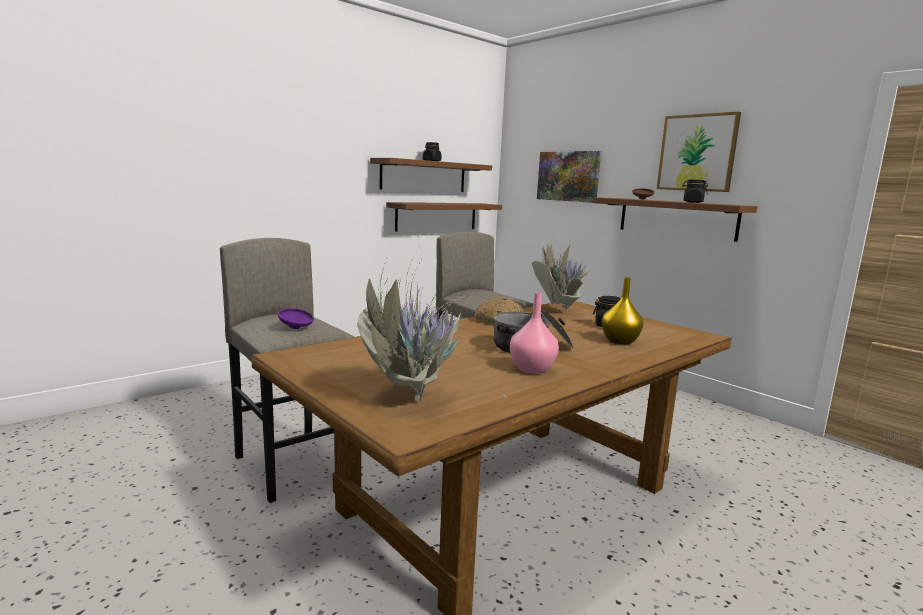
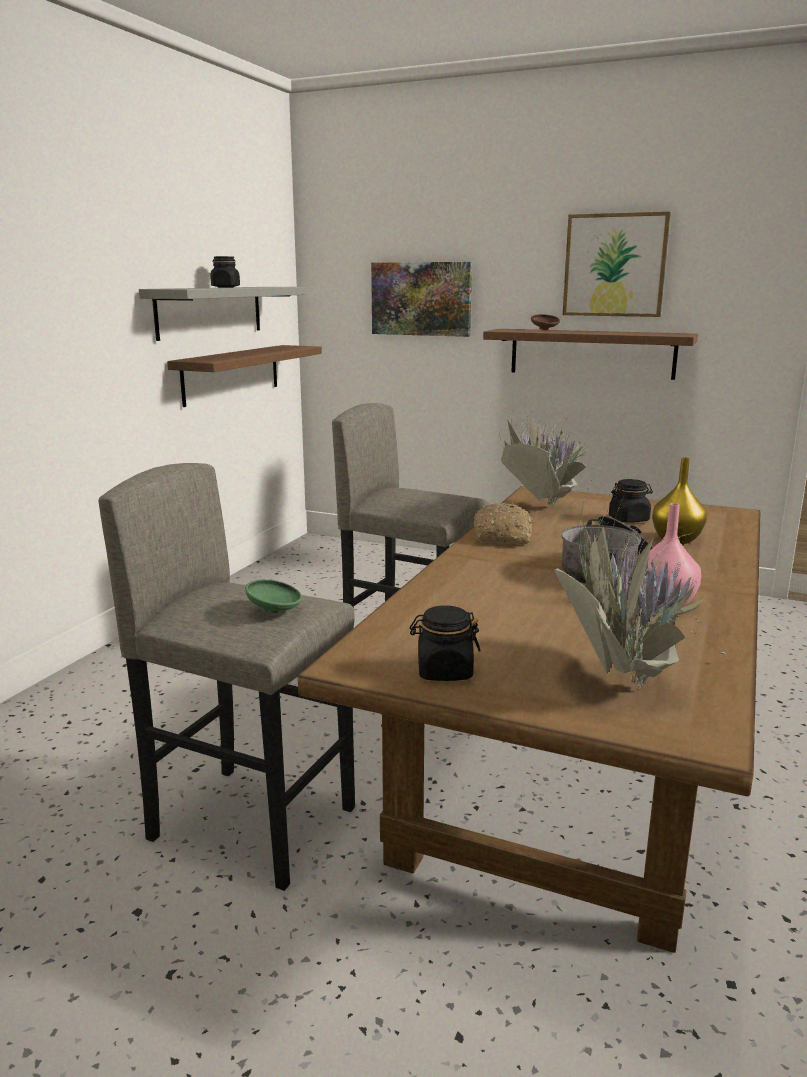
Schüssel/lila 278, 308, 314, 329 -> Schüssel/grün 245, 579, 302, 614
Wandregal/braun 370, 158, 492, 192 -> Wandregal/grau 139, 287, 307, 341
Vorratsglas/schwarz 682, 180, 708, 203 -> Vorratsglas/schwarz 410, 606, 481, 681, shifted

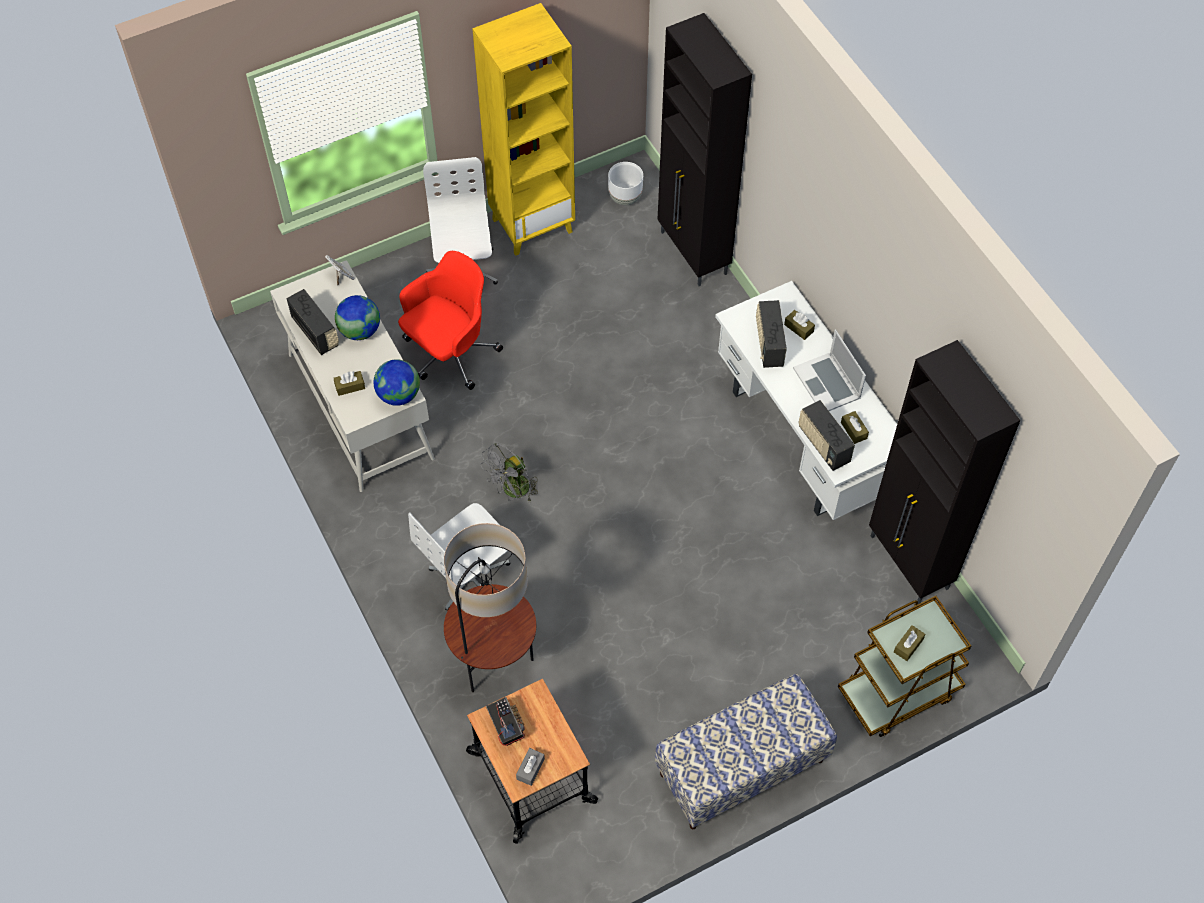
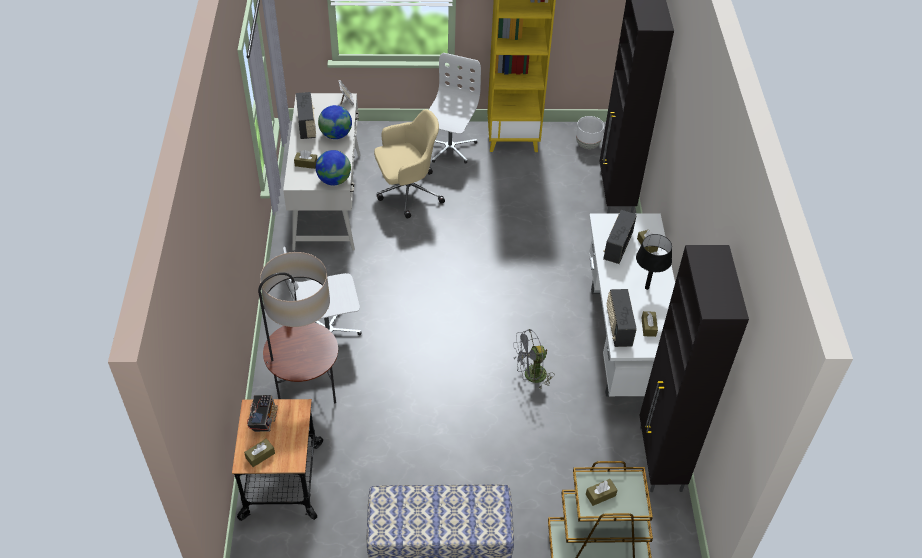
Bürostuhl/rot 398, 251, 503, 390 -> Bürostuhl/beige 374, 109, 445, 218
Ventilator/grau 480, 443, 538, 503 -> Ventilator/grau 513, 329, 554, 390, shifted
Taschentuchbox/grau 516, 748, 545, 786 -> Taschentuchbox/braun 244, 438, 275, 467
Laptop 793, 330, 866, 411 -> Tischlampe/schwarz 636, 234, 672, 290

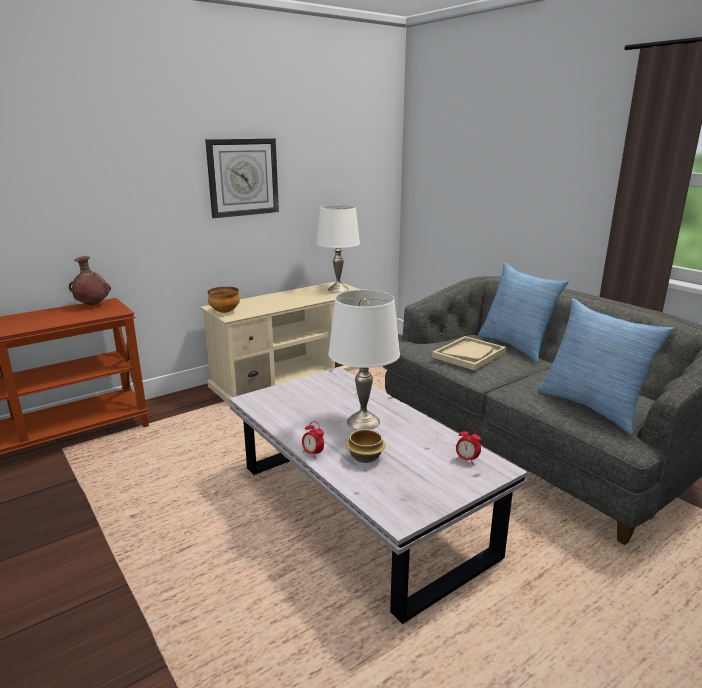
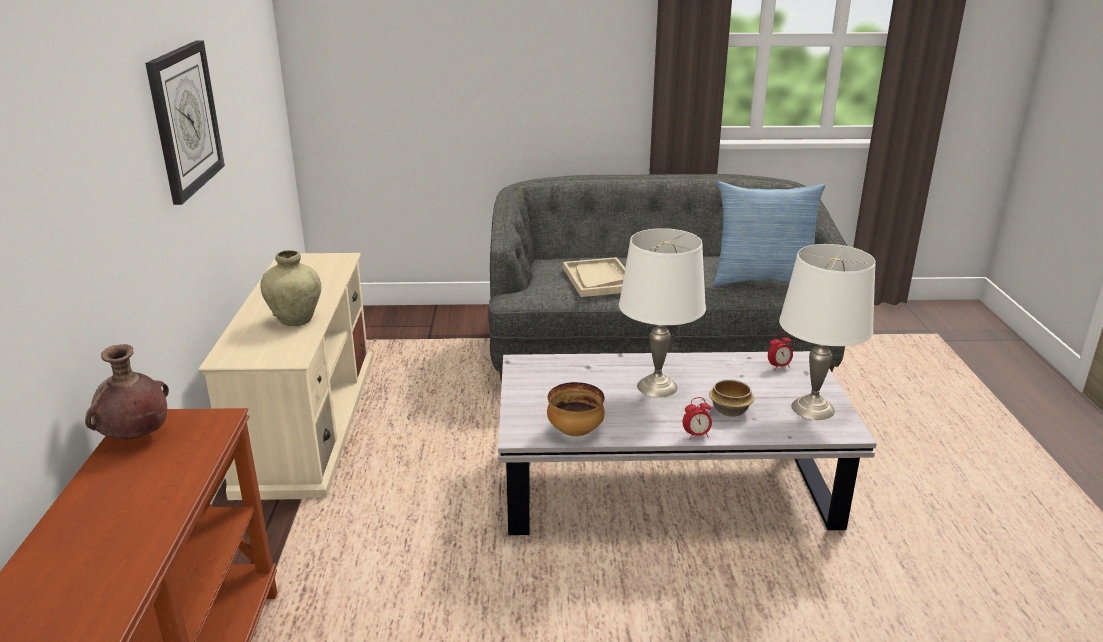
Schüssel 208, 287, 240, 313 -> Schüssel 547, 382, 605, 436, shifted
Tischlampe/weiß 316, 205, 360, 292 -> Tischlampe/weiß 779, 244, 876, 420, shifted
Kissen 478, 263, 569, 363 -> none
none -> Vase/beige 260, 250, 321, 326

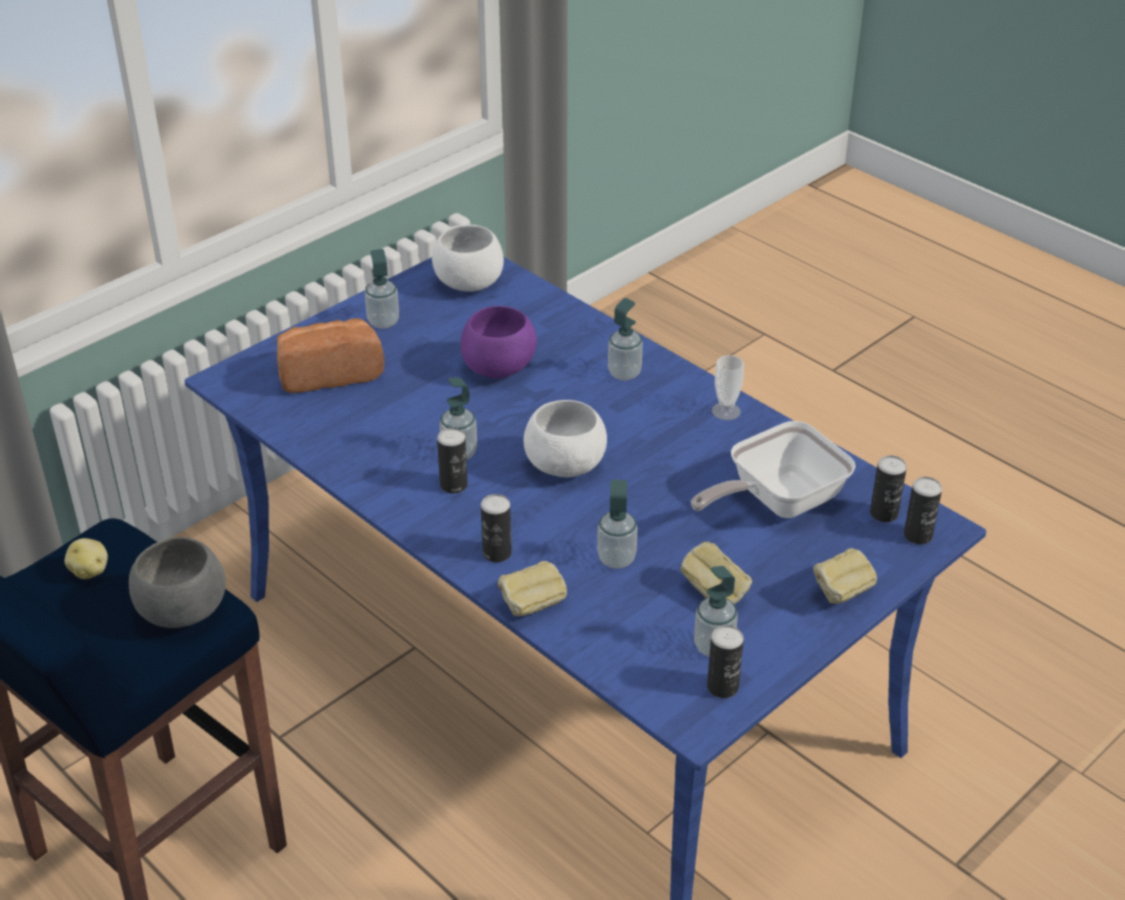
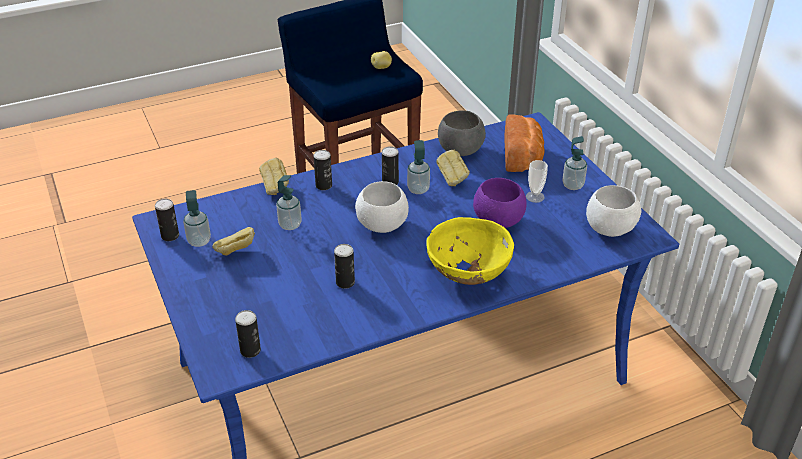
Schüssel/grau 129, 537, 226, 628 -> Schüssel/grau 438, 111, 486, 156, shifted
Seifenspender 608, 298, 643, 380 -> Schüssel/gelb 426, 217, 514, 285
Pfanne 691, 421, 856, 518 -> none
Tasse 712, 355, 744, 420 -> Tasse 526, 160, 548, 203, shifted
Brot 813, 548, 877, 604 -> Brot 436, 149, 470, 186, shifted
Dose 904, 477, 942, 545 -> Dose 334, 244, 355, 289, shifted

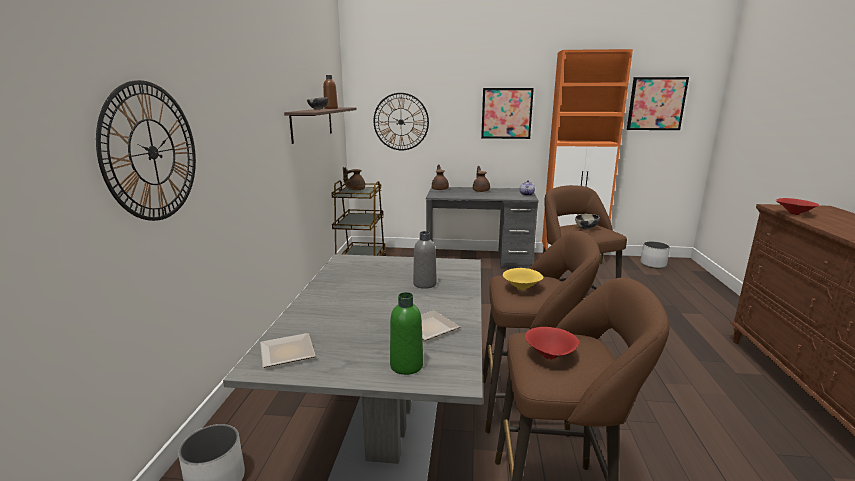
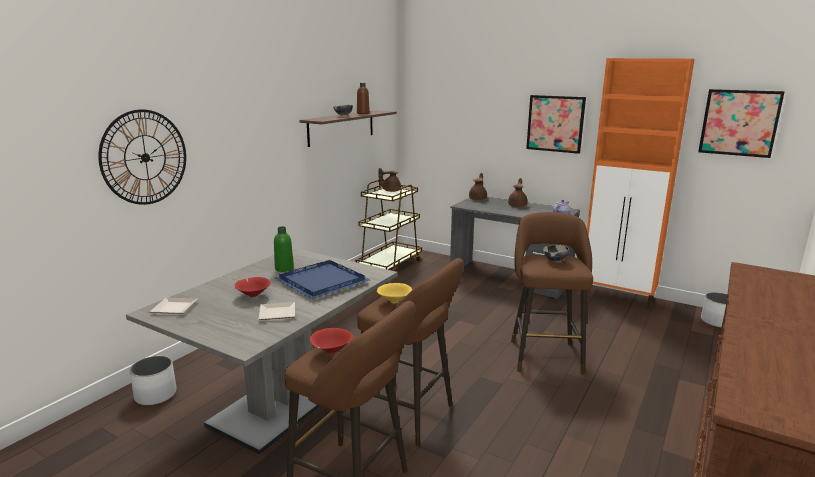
Wanduhr 373, 93, 429, 151 -> none
Flasche/grün 390, 292, 423, 375 -> Flasche/grün 274, 226, 294, 272, shifted
Flasche/grau 413, 231, 437, 289 -> Tablett/blau 274, 260, 370, 299
Schüssel/rot 776, 198, 819, 215 -> Schüssel/rot 234, 277, 270, 298, shifted

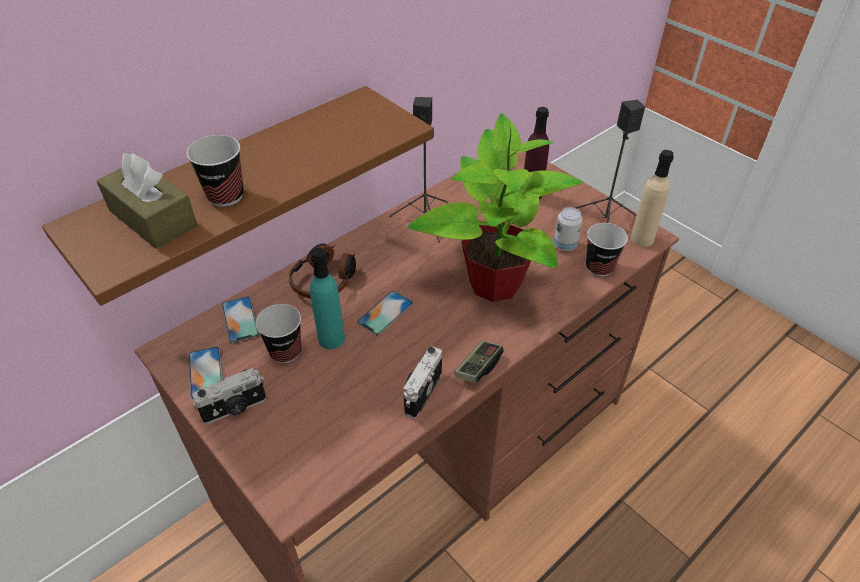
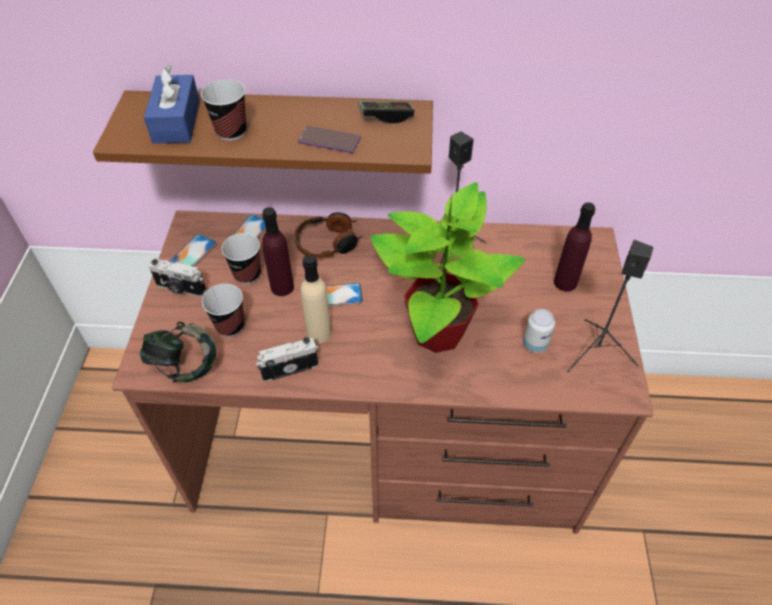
Taschentuchbox/braun 97, 153, 197, 249 -> Taschentuchbox/blau 144, 65, 200, 144
Flasche/türkis 310, 248, 345, 349 -> Flasche/lila 262, 207, 294, 296
Gamepad 455, 341, 504, 383 -> Gamepad 358, 101, 414, 124, shifted
Tasse 586, 223, 628, 277 -> Tasse 202, 284, 244, 337, shifted
Flasche/beige 631, 150, 674, 247 -> Flasche/beige 301, 254, 331, 343, shifted
none -> Kopfhörer 140, 322, 216, 383
none -> Handy 298, 126, 361, 153

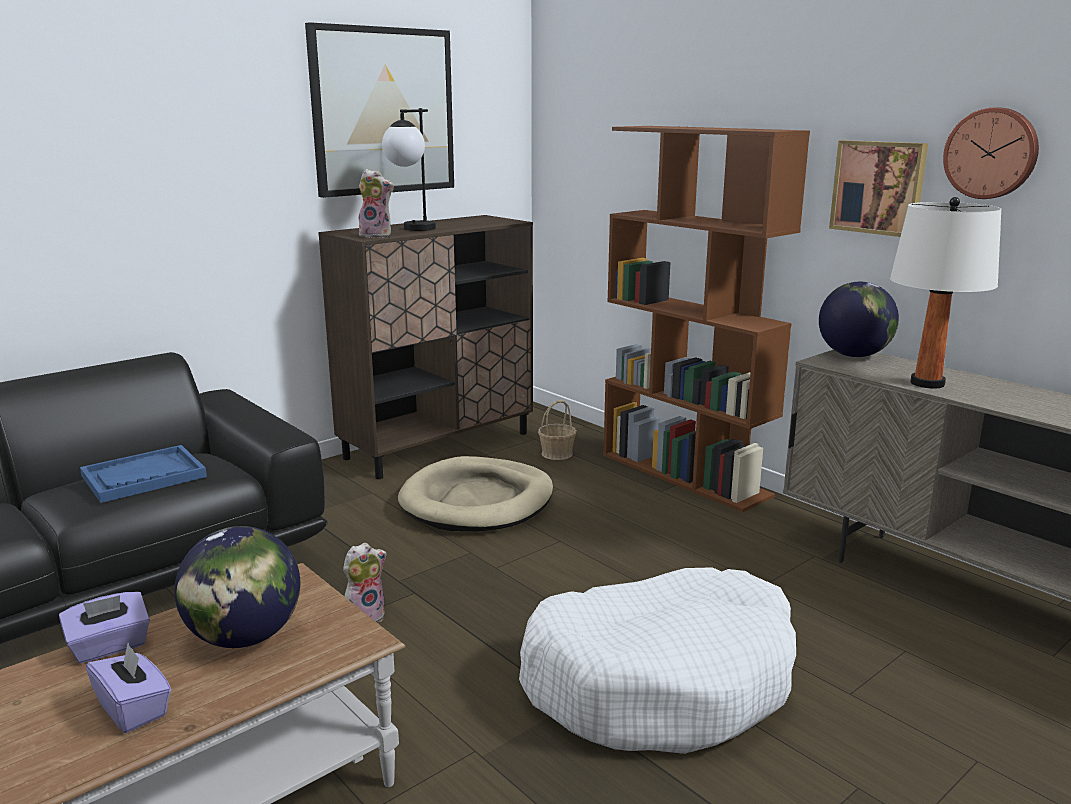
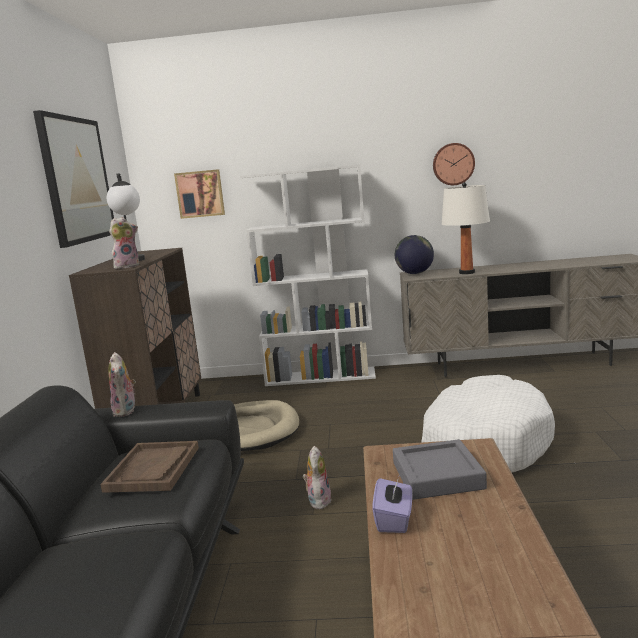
Tablett/blau 80, 445, 207, 503 -> Tablett/braun 100, 441, 199, 493
Taschentuchbox/lila 86, 643, 171, 733 -> none
Globus 174, 526, 300, 648 -> Tablett/grau 393, 439, 487, 500
Korb 538, 400, 577, 460 -> none
Bücherregal/braun 603, 126, 810, 512 -> Bücherregal/weiß 240, 165, 376, 386
Bild 829, 140, 928, 237 -> Bild 174, 169, 225, 219, shifted
none -> Plüschtier 108, 352, 136, 417

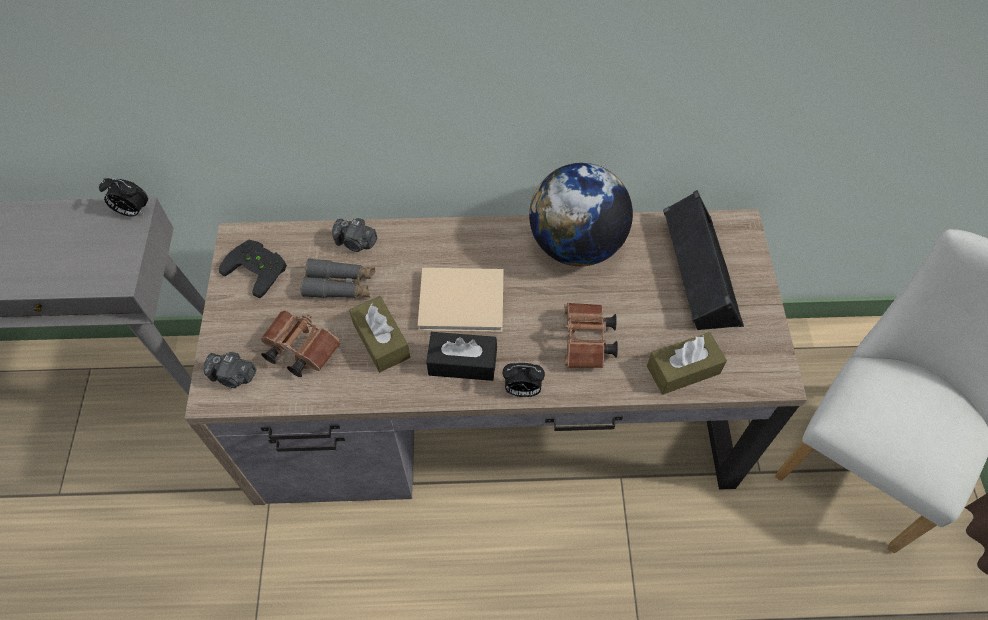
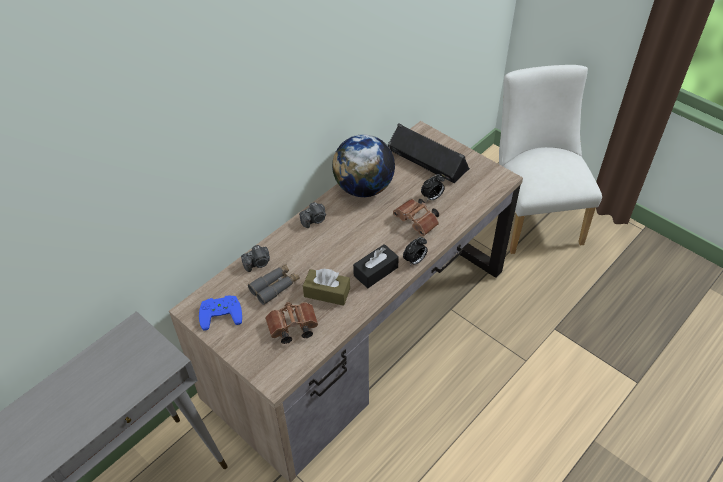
Wecker 99, 177, 148, 216 -> Wecker 421, 174, 445, 201, shifted
Kamera 203, 351, 257, 388 -> Kamera 299, 202, 326, 228, shifted
Gamepad/schwarz 219, 240, 287, 298 -> Gamepad/blau 199, 296, 242, 331
Buch/beige 418, 268, 503, 332 -> none
Taschentuchbox/braun 647, 332, 727, 395 -> none

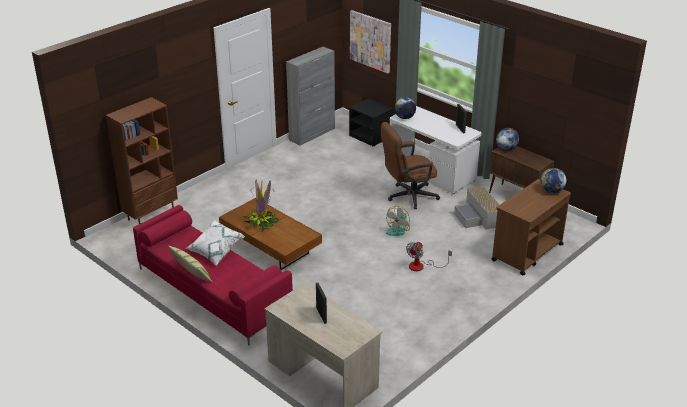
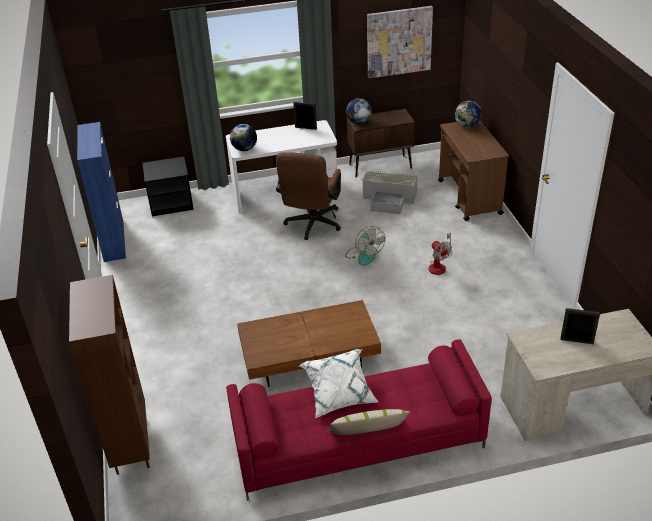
Topfpflanze 243, 180, 279, 232 -> none
Schrank/grau 286, 47, 335, 146 -> Schrank/blau 77, 122, 126, 262
Bild 350, 10, 391, 74 -> Bild 367, 6, 433, 78, shifted

